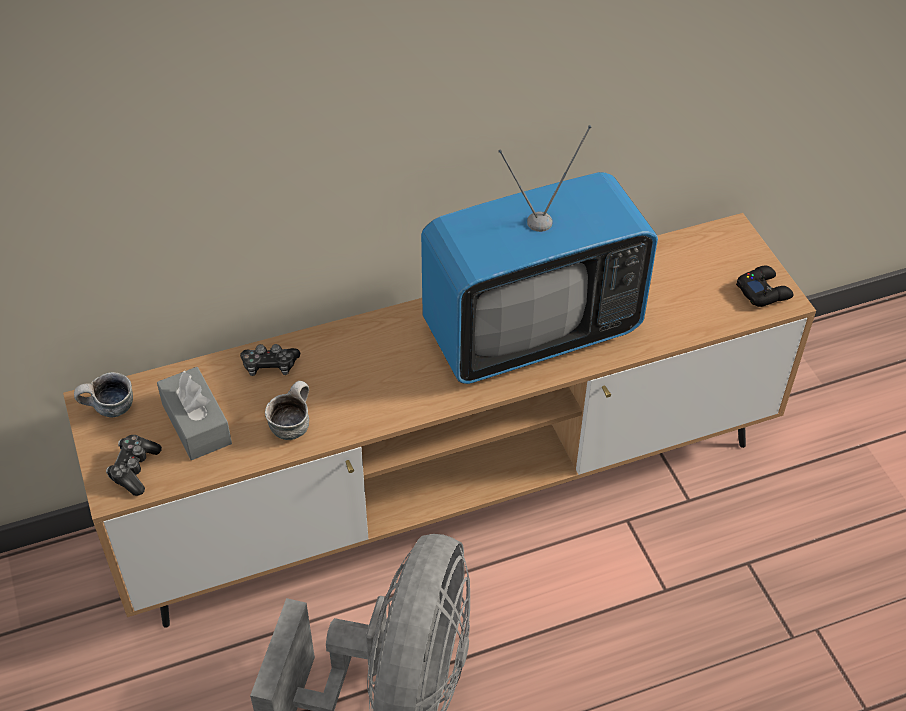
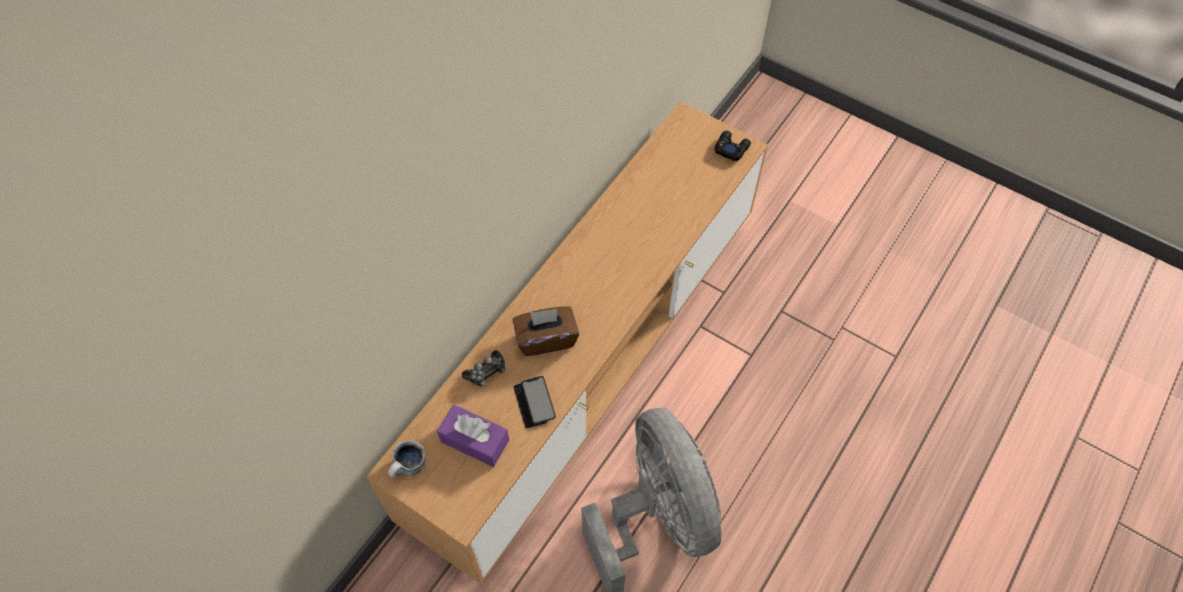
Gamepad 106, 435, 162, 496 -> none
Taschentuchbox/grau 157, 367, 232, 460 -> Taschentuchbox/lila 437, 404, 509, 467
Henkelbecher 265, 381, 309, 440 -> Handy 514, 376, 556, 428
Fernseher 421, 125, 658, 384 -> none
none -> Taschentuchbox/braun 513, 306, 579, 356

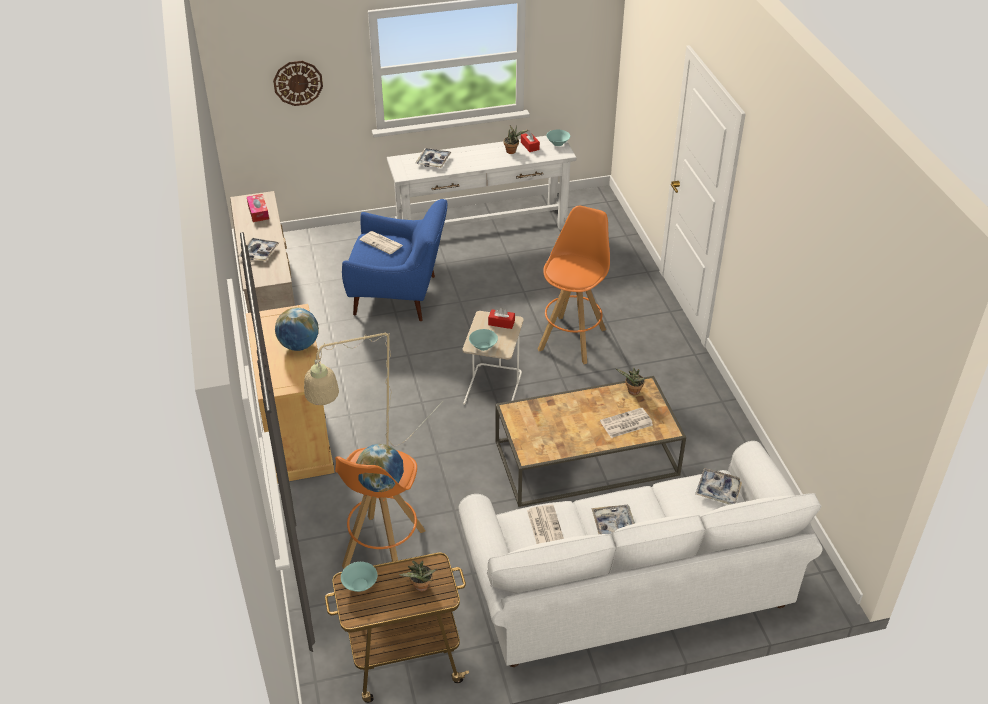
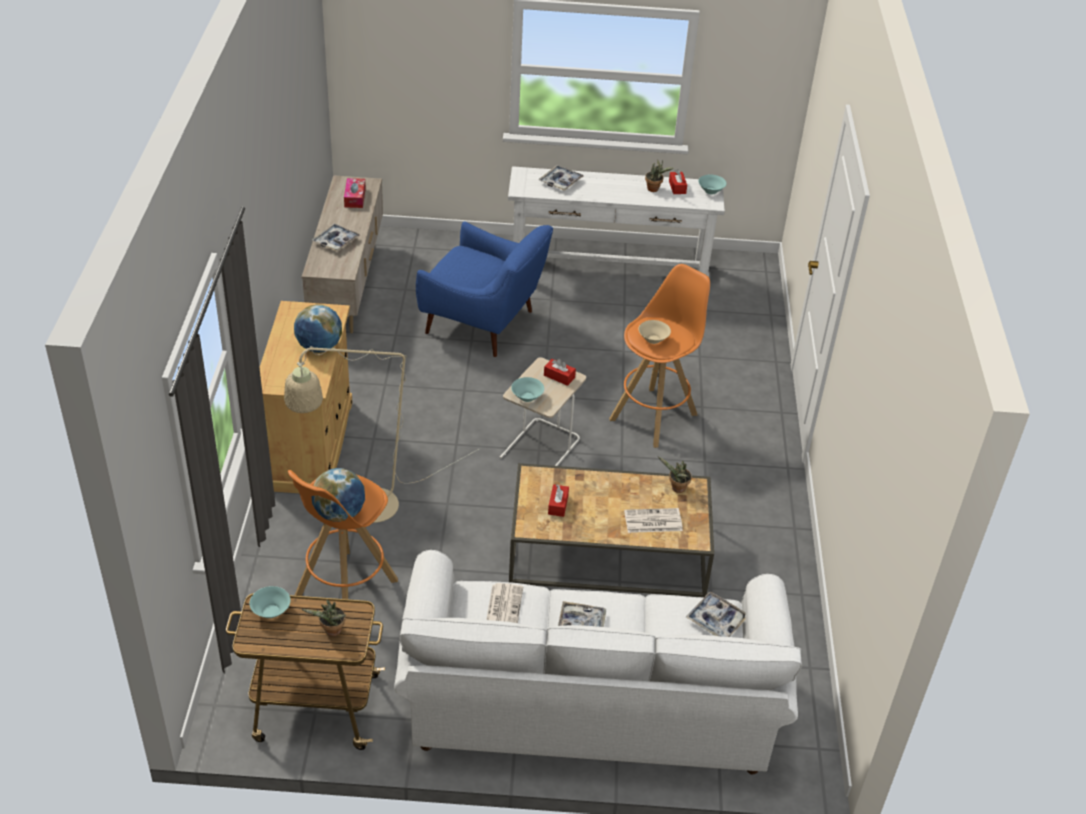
Wanduhr 273, 61, 323, 106 -> none
Zeitung 359, 231, 403, 255 -> none
none -> Taschentuchbox/rot 548, 484, 569, 517
none -> Schüssel/beige 639, 320, 671, 344

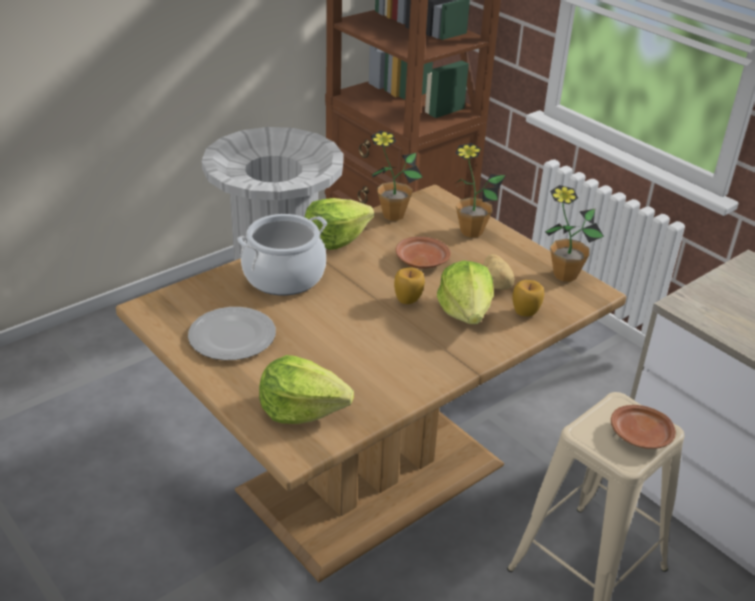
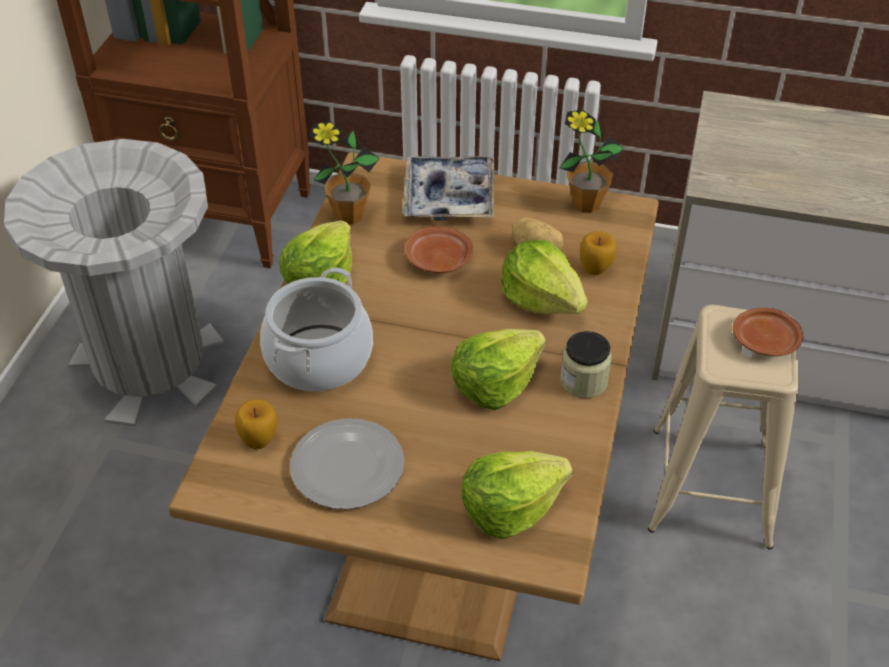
Apfel 394, 267, 425, 304 -> Apfel 235, 399, 277, 450, shifted
Topfpflanze 455, 143, 506, 238 -> Tablett 402, 156, 494, 221
none -> Salatkopf 451, 329, 546, 410
none -> Vorratsglas 560, 331, 612, 398

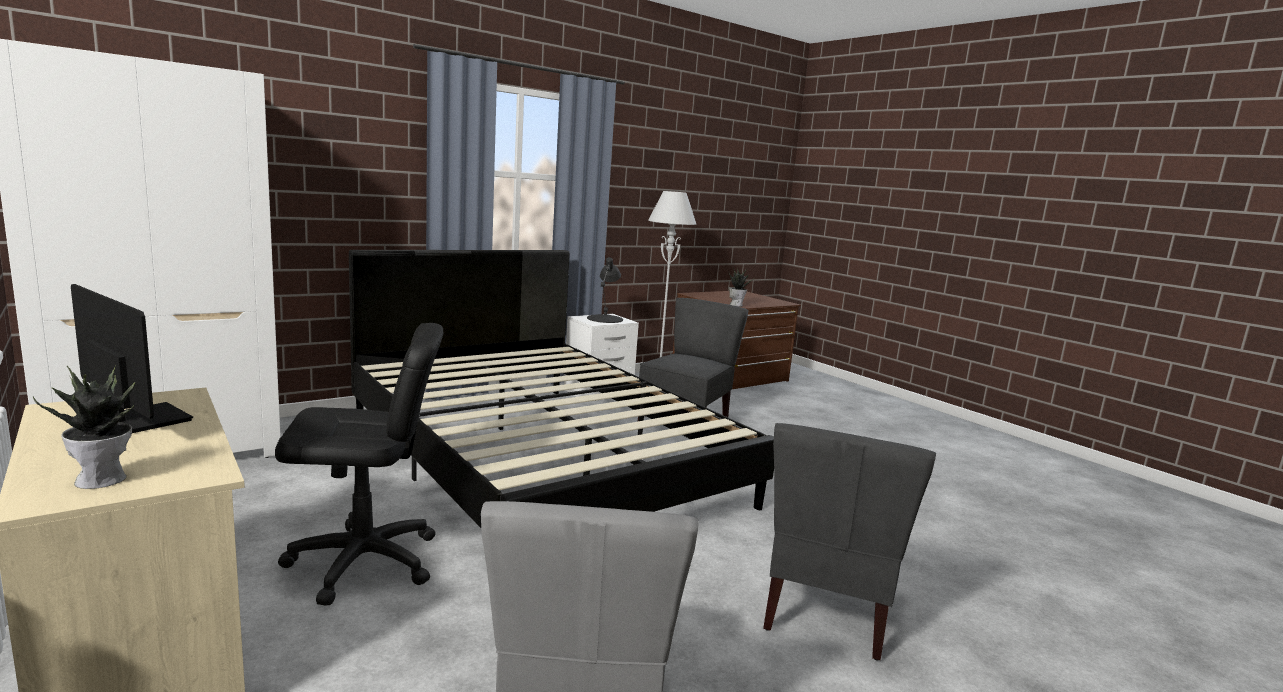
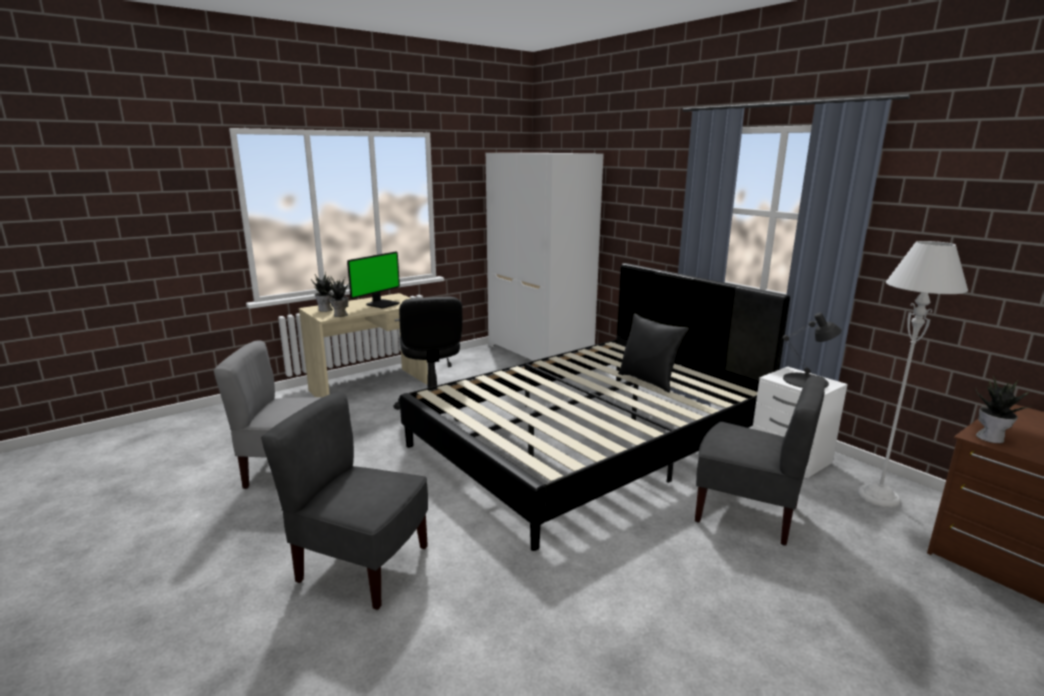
none -> Topfpflanze 321, 277, 349, 317
none -> Kissen/schwarz 618, 313, 689, 393

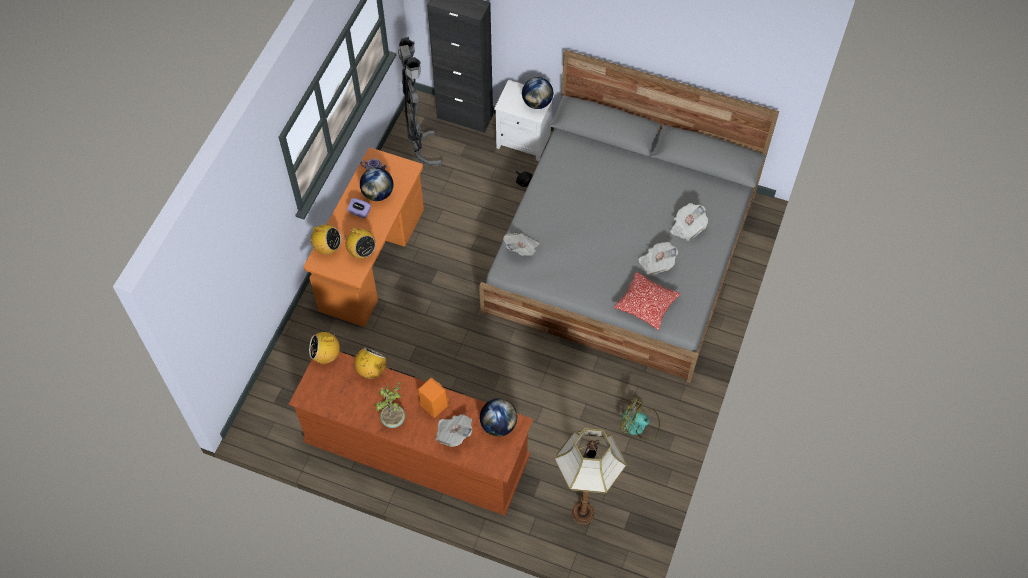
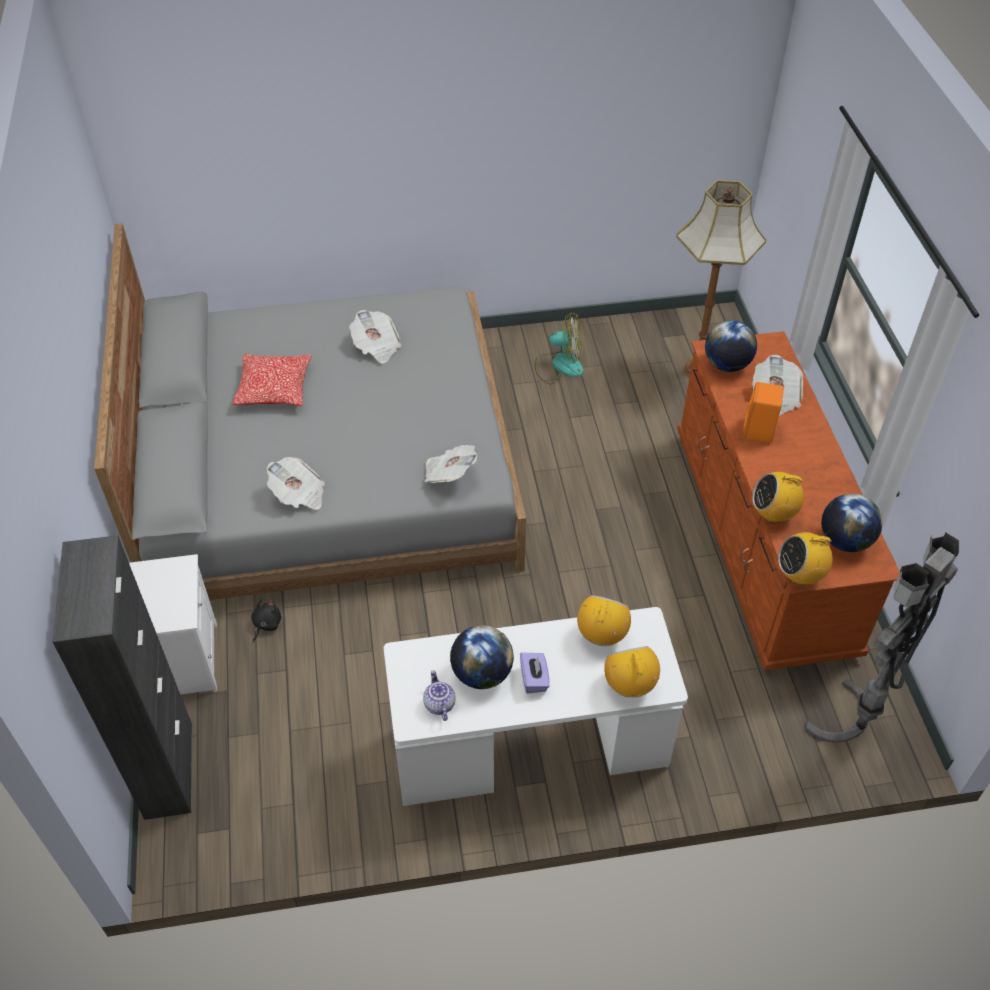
Schreibtisch/orange 304, 148, 424, 327 -> Schreibtisch/weiß 384, 607, 688, 806
Radio 309, 331, 340, 364 -> Radio 778, 530, 833, 585, 120 degrees clockwise
Topfpflanze 374, 382, 405, 428 -> none
Stehlampe/grau 398, 37, 443, 166 -> Stehlampe/grau 806, 532, 959, 743, shifted
Globus 522, 77, 553, 109 -> Globus 821, 494, 883, 552, shifted
Kissen 613, 272, 681, 330 -> Kissen 232, 354, 311, 406, shifted
Ventilator 620, 397, 660, 440 -> Ventilator 534, 313, 584, 384, 75 degrees counterclockwise
Zeitung 670, 203, 708, 241 -> Zeitung 267, 457, 325, 510, shifted

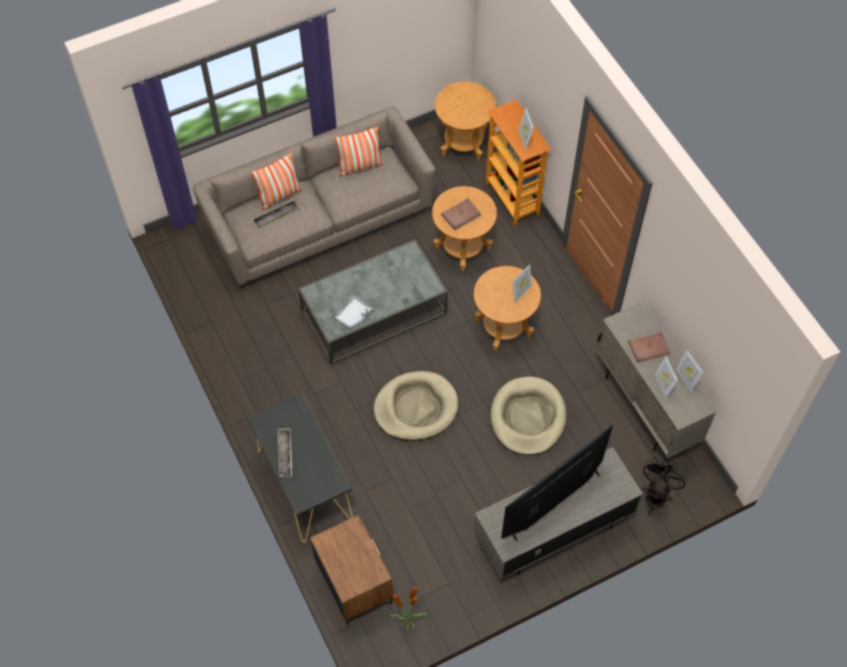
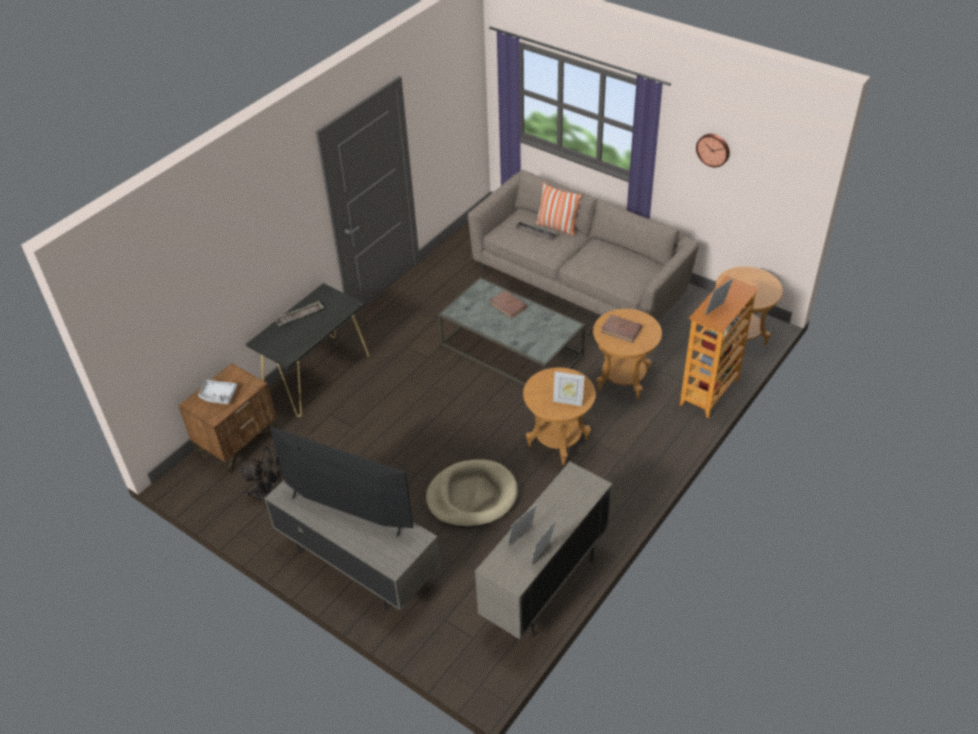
Kissen 334, 126, 384, 176 -> none
Tablett/grau 335, 296, 372, 328 -> Tablett/grau 198, 380, 237, 404, shifted
Hundebett/beige 374, 371, 458, 441 -> none
Topfpflanze 390, 586, 426, 629 -> none
Buch/braun 628, 332, 670, 363 -> Buch/braun 490, 290, 528, 319, shifted
Ventilator/schwarz 643, 457, 687, 515 -> Ventilator/schwarz 240, 447, 282, 502, shifted
none -> Wanduhr 696, 134, 730, 167

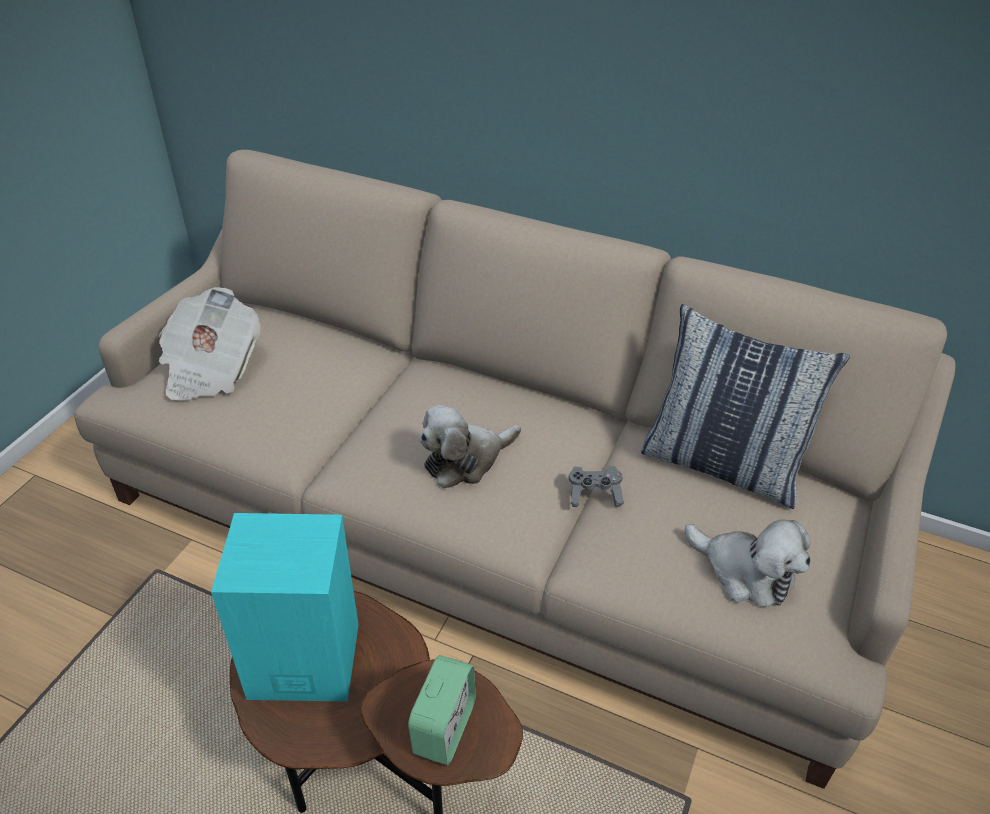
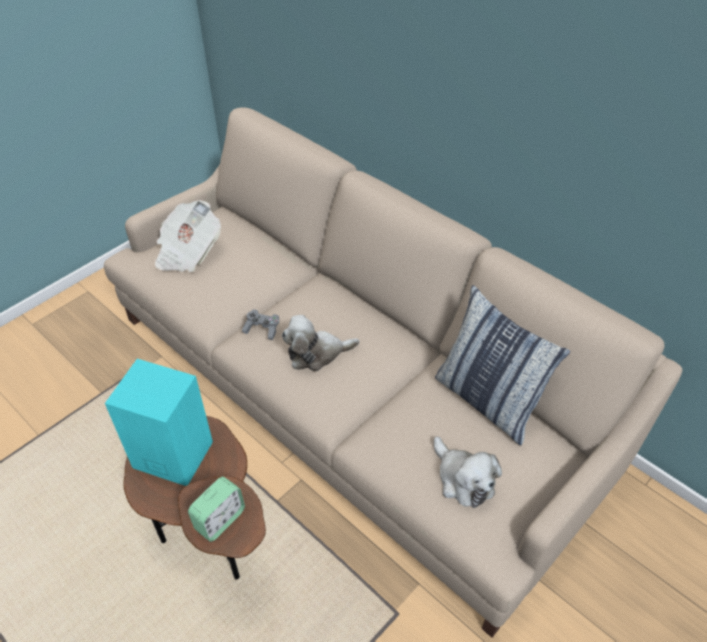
Gamepad/grau 569, 466, 624, 507 -> Gamepad/grau 242, 309, 279, 340, shifted

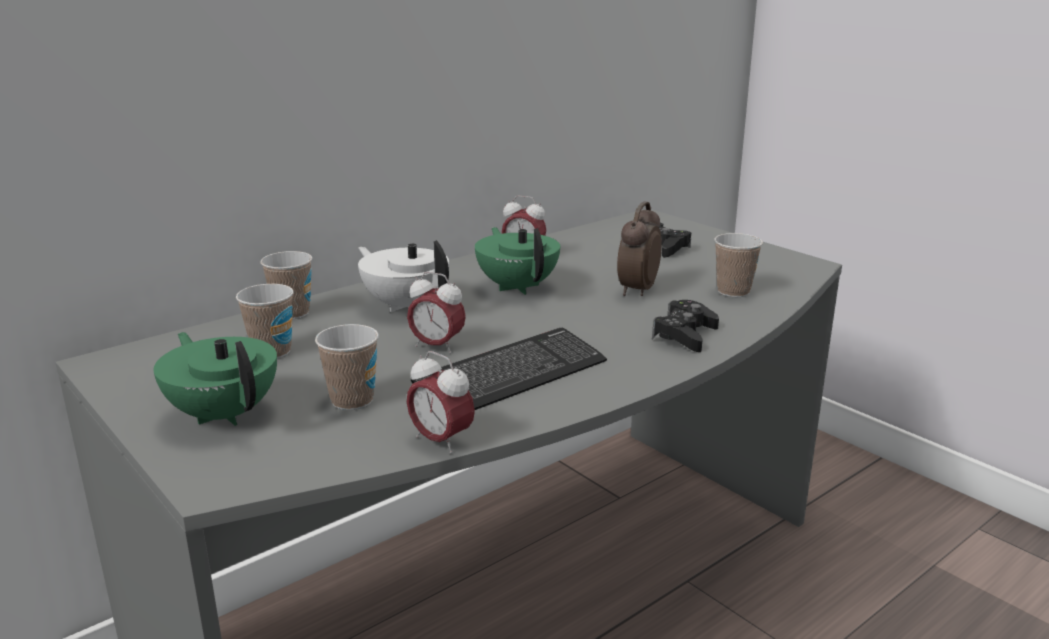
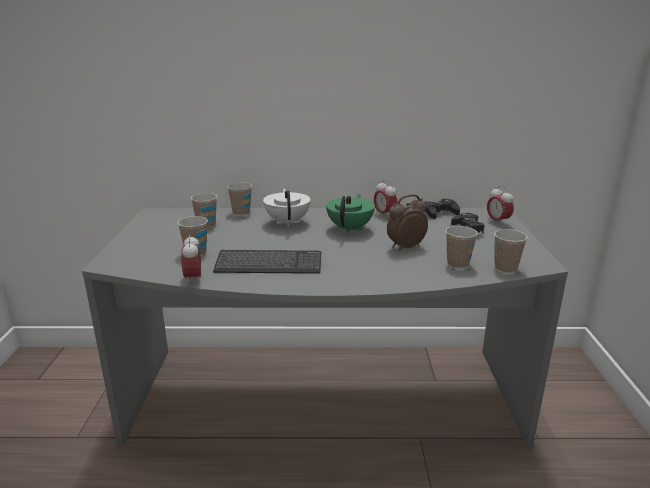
Teekanne/grün 153, 332, 277, 426 -> none
Wecker 407, 272, 466, 353 -> Wecker 487, 186, 514, 226, shifted
Gamepad/schwarz 652, 300, 719, 352 -> Gamepad/schwarz 424, 199, 460, 219, shifted
none -> Tasse 494, 229, 528, 273

